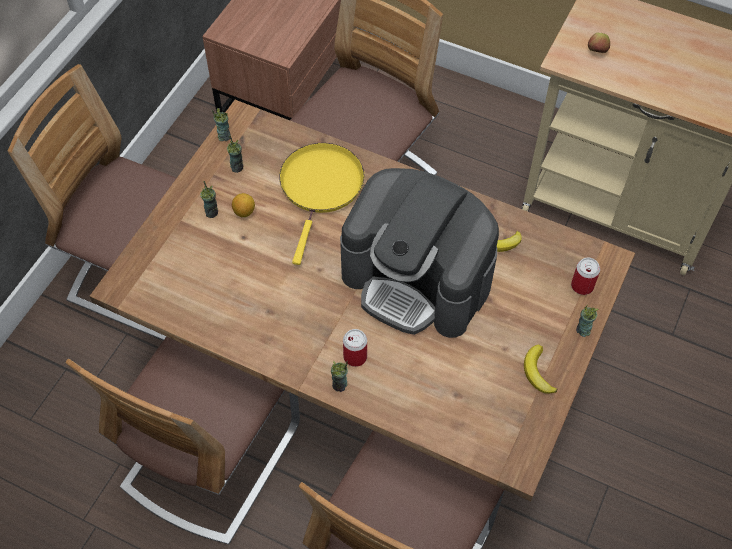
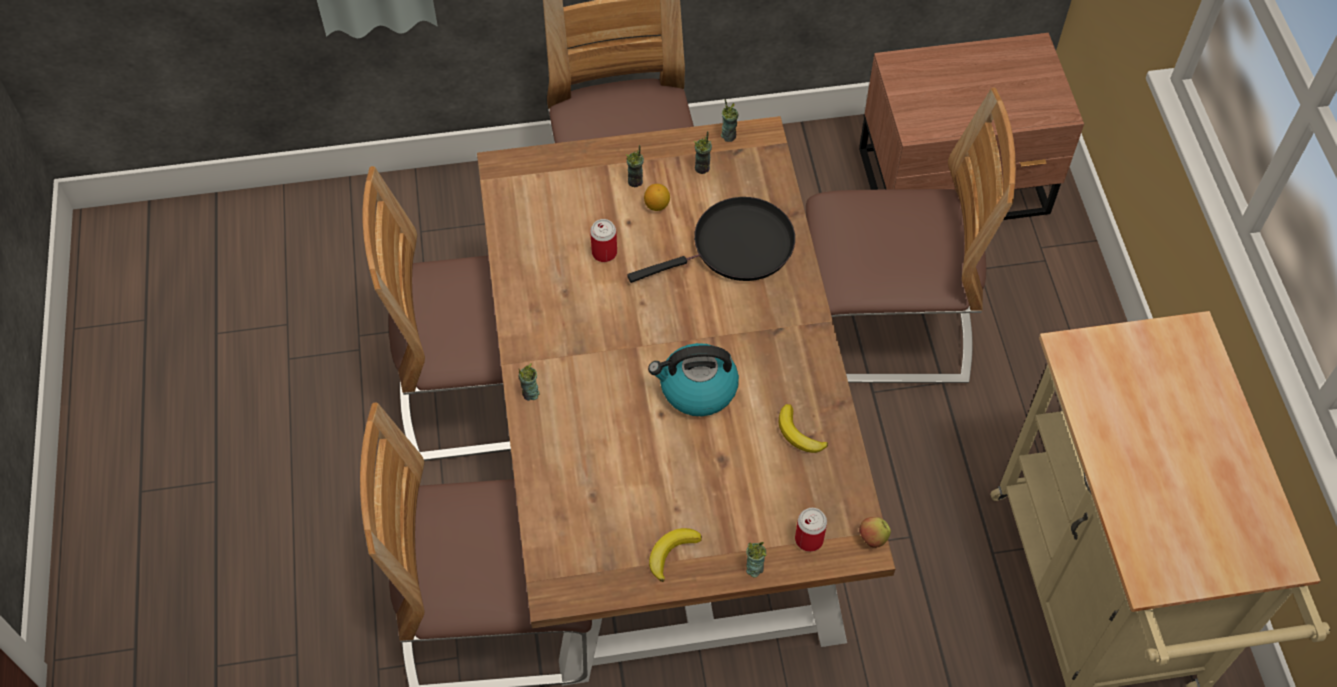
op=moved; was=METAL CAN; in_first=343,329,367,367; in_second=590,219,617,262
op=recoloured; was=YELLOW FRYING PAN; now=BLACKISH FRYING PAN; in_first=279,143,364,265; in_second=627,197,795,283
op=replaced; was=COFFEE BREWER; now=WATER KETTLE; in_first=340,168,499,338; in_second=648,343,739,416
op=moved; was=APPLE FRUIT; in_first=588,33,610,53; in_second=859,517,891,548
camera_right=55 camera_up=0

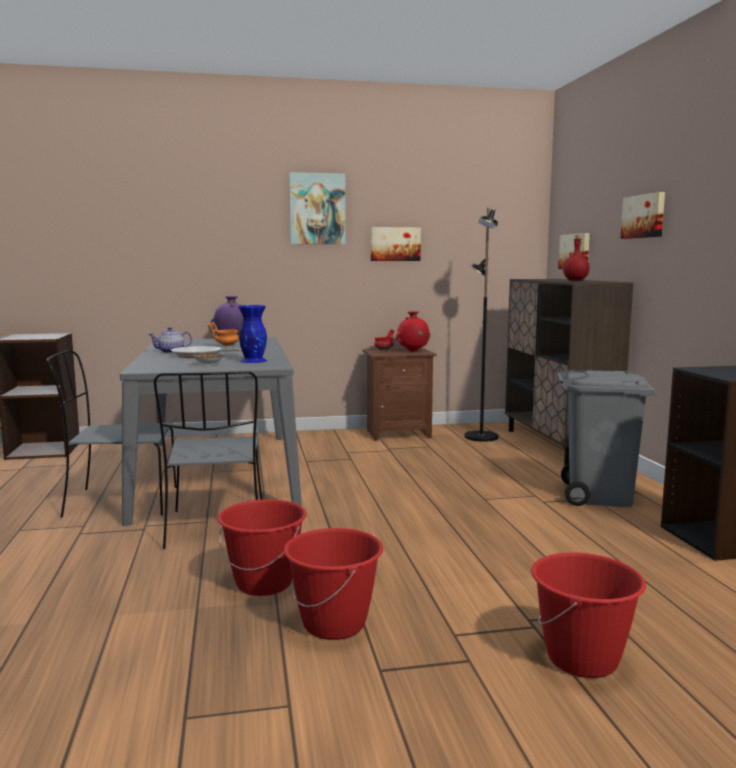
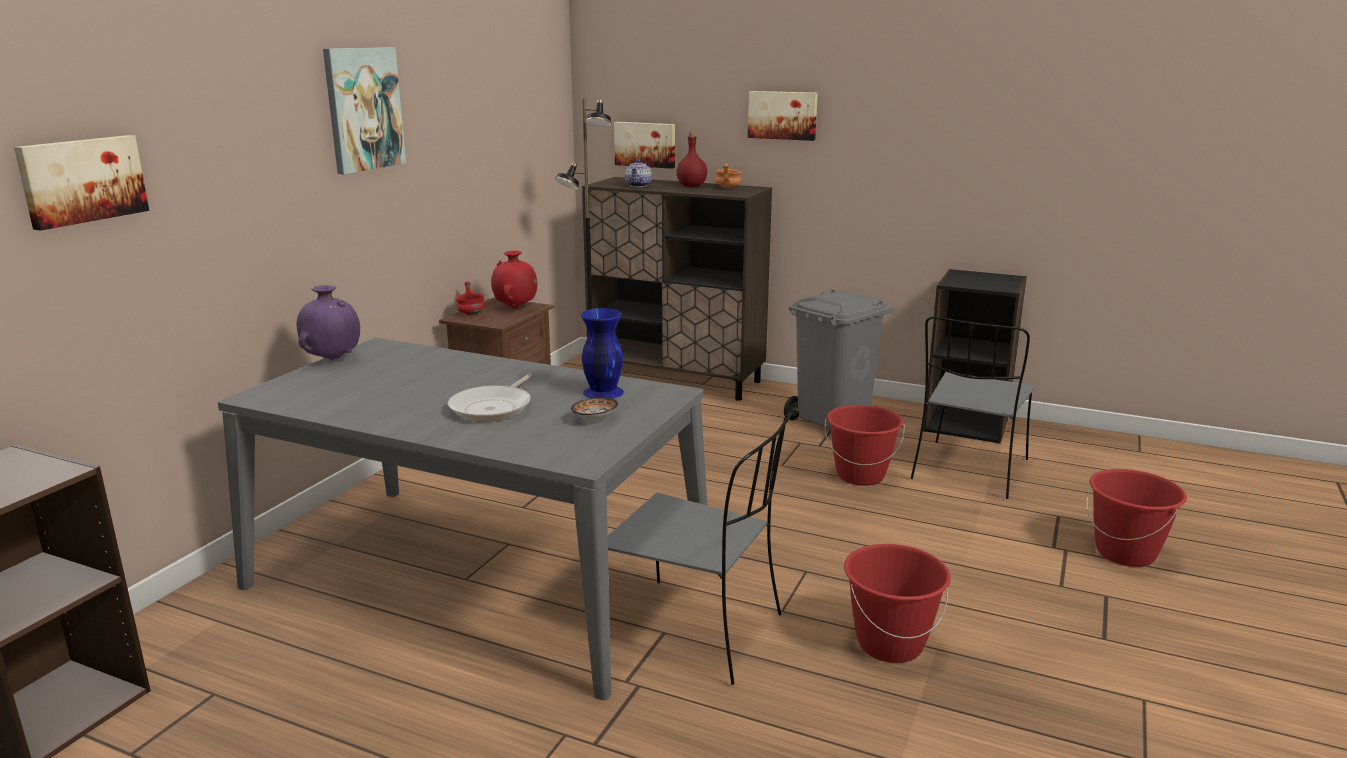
op=moved; was=WALL ART; in_first=371,227,421,261; in_second=14,135,149,231
op=moved; was=TEAPOT; in_first=148,327,192,353; in_second=625,159,652,187
op=moved; was=ORANGE SERVING BOWL; in_first=207,323,239,346; in_second=715,163,742,189
op=moved; was=REDDISH PAIL; in_first=284,528,383,640; in_second=825,405,905,486
op=moved; was=GREY PLAIN CHAIR; in_first=46,350,177,518; in_second=910,316,1035,499
camera_right=-55 camera_up=10

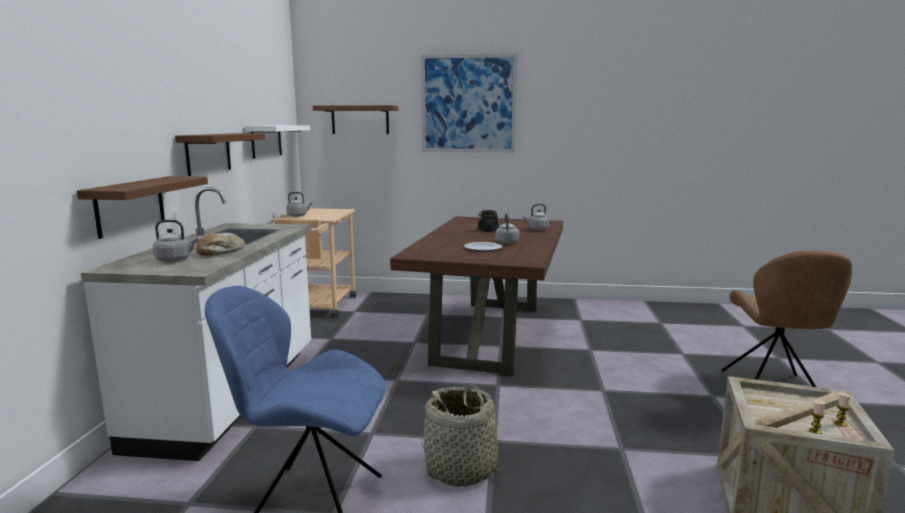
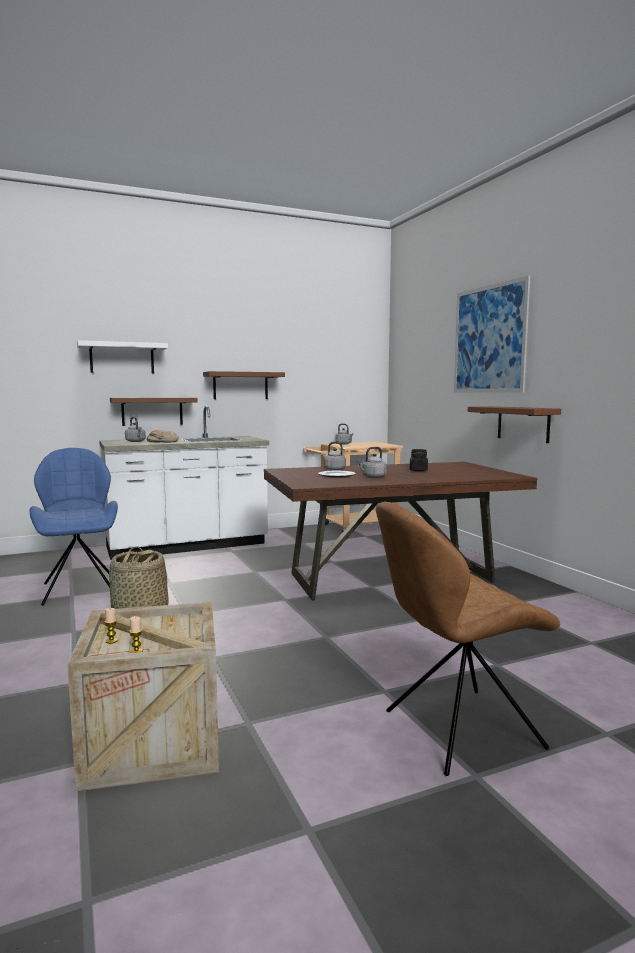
op=moved; was=WHITE-COLOURED SHELF; in_first=245,125,310,159; in_second=77,340,168,373
op=moved; was=GREY WATER KETTLE; in_first=523,204,549,230; in_second=322,442,346,470
op=moved; was=BROWNISH SHELF; in_first=313,105,399,134; in_second=468,406,561,443
camera_right=60 camera_up=-5

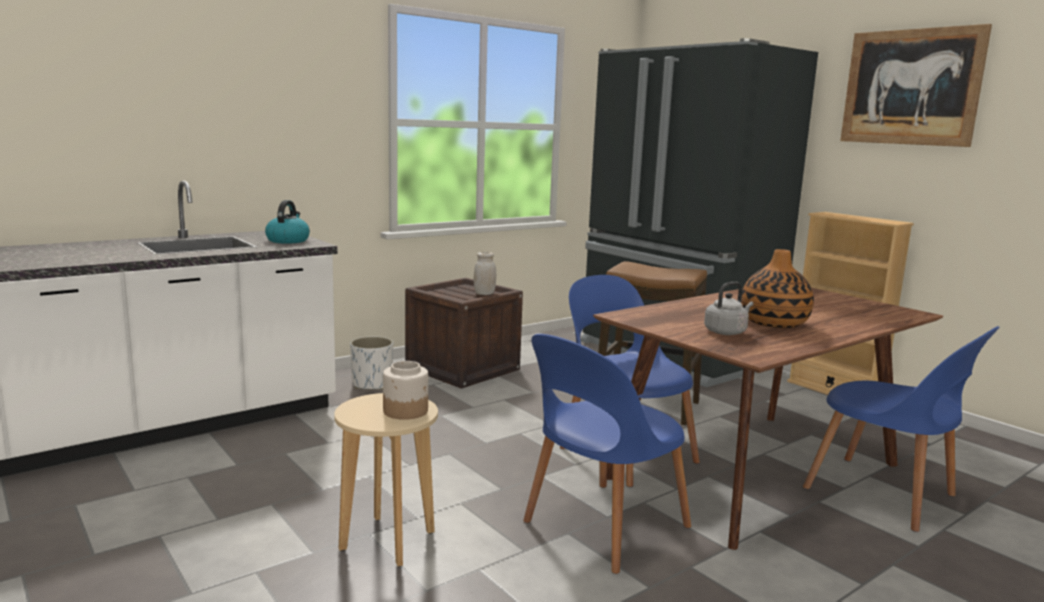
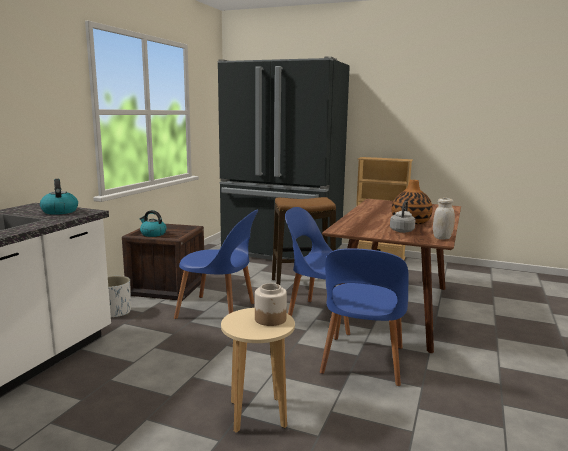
op=added; now=WATER KETTLE; in_second=140,210,167,237
op=moved; was=BLUISH PLAIN CHAIR; in_first=803,326,1000,532; in_second=174,210,258,319
op=moved; was=WHITE-COLOURED STORAGE JAR; in_first=474,252,496,295; in_second=433,198,455,240
op=removed; was=WALL ART; in_first=840,24,992,147
camera_right=-30 camera_up=0

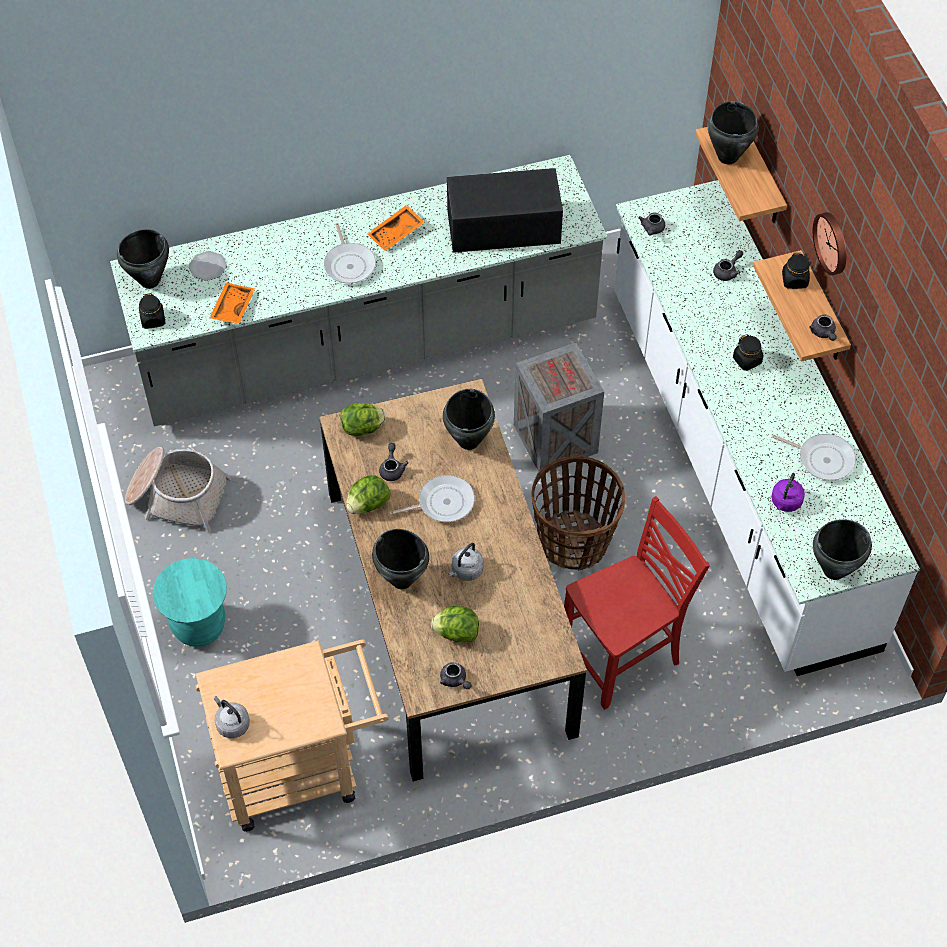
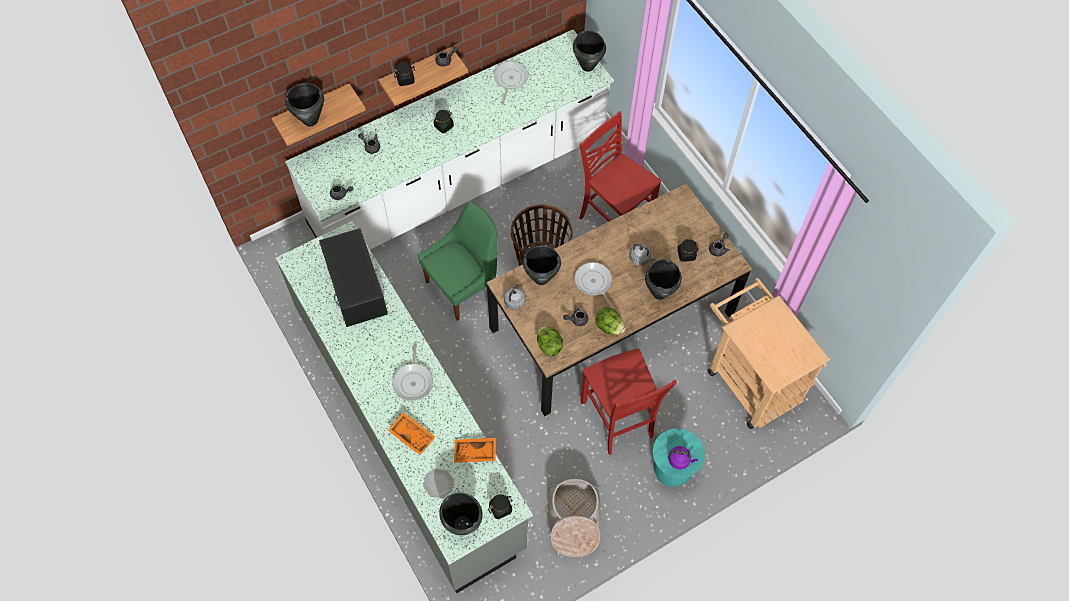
op=moved; was=ORANGE SERVING TRAY; in_first=367,205,425,251; in_second=388,412,435,455
op=turned; was=FRYING PAN; in_first=324,223,376,283; in_second=393,344,433,401; clockwise=120
op=replaced; was=PACKING CRATE; now=GREEN-COLOURED PLAIN CHAIR; in_first=514,342,604,472; in_second=418,202,498,321
op=moved; was=GREY WATER KETTLE; in_first=214,696,250,738; in_second=504,284,526,310
op=added; now=REDDISH PLAIN CHAIR; in_second=580,348,677,455
op=moved; was=PURPLE-COLOURED WATER KETTLE; in_first=771,473,805,512; in_second=668,446,698,469
op=replaced; was=LETTUCE; now=BLACKISH STORAGE JAR; in_first=431,606,479,642; in_second=677,239,699,262
op=removed; was=CLOCK ON THE WALL; in_first=813,212,846,275
camera_right=-105 camera_up=5

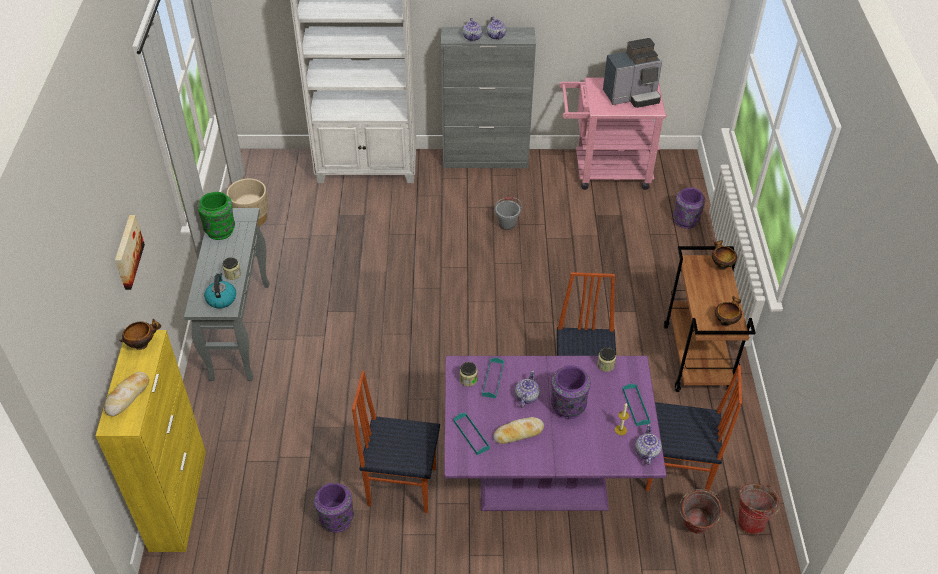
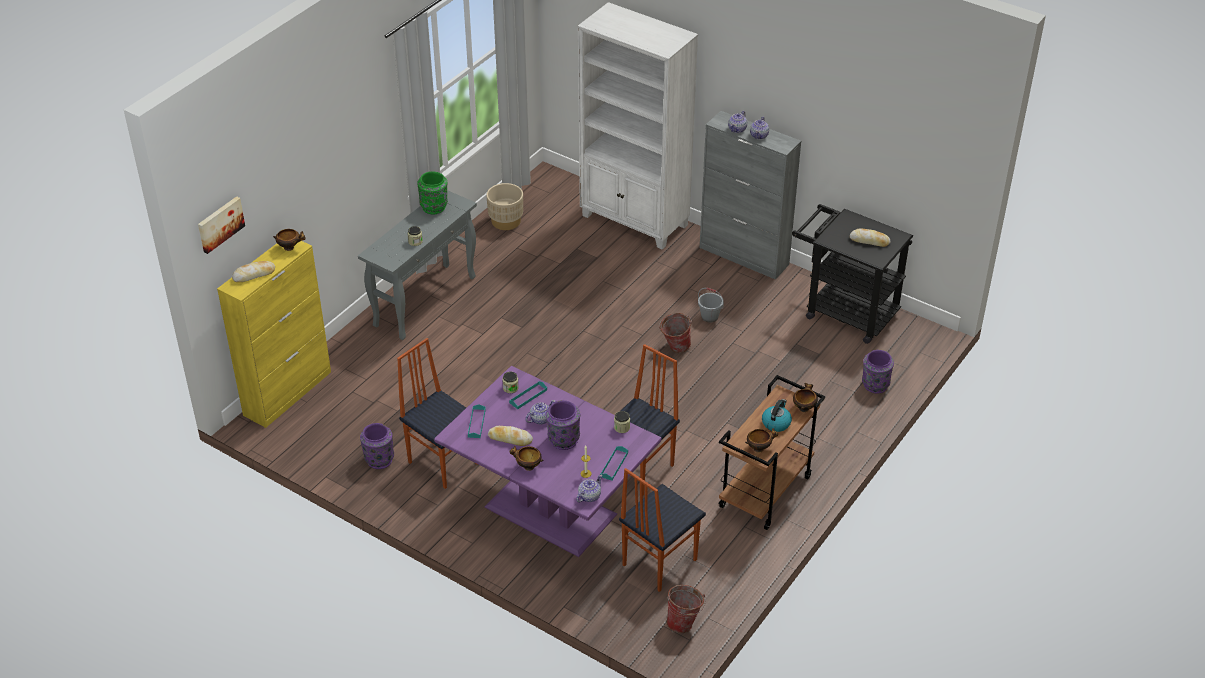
op=moved; was=WALL ART; in_first=115,215,145,290; in_second=198,196,245,254
op=added; now=SERVING BOWL; in_second=509,446,544,471
op=turned; was=PLAIN CHAIR; in_first=646,365,742,492; in_second=619,468,706,592; clockwise=90
op=moved; was=PAIL; in_first=679,489,722,534; in_second=659,313,692,353
op=moved; was=WATER KETTLE; in_first=204,273,236,308; in_second=762,399,792,432
op=recoloured; was=PINK-COLOURED CART; now=BLACKISH CART; in_first=559,77,667,190; in_second=792,204,913,344
op=replaced; was=COFFEE BREWER; now=BREAD; in_first=603,38,662,108; in_second=850,228,891,247
camera_right=35 camera_up=-5

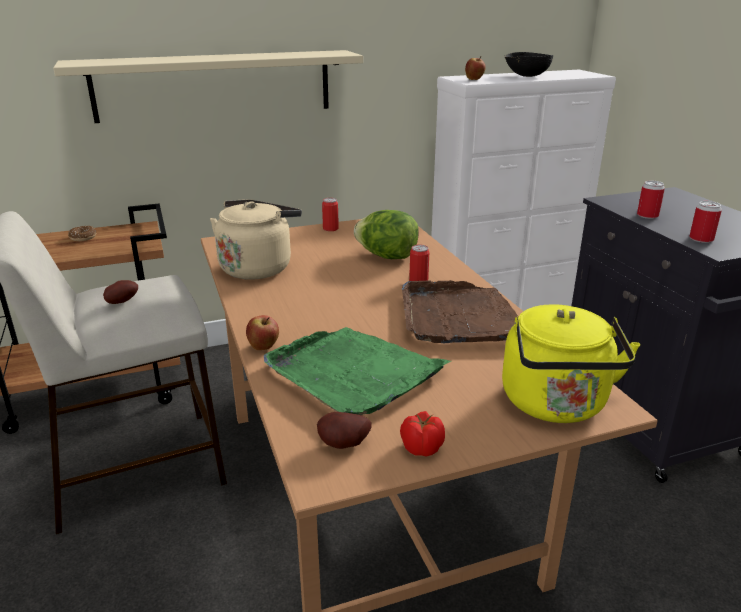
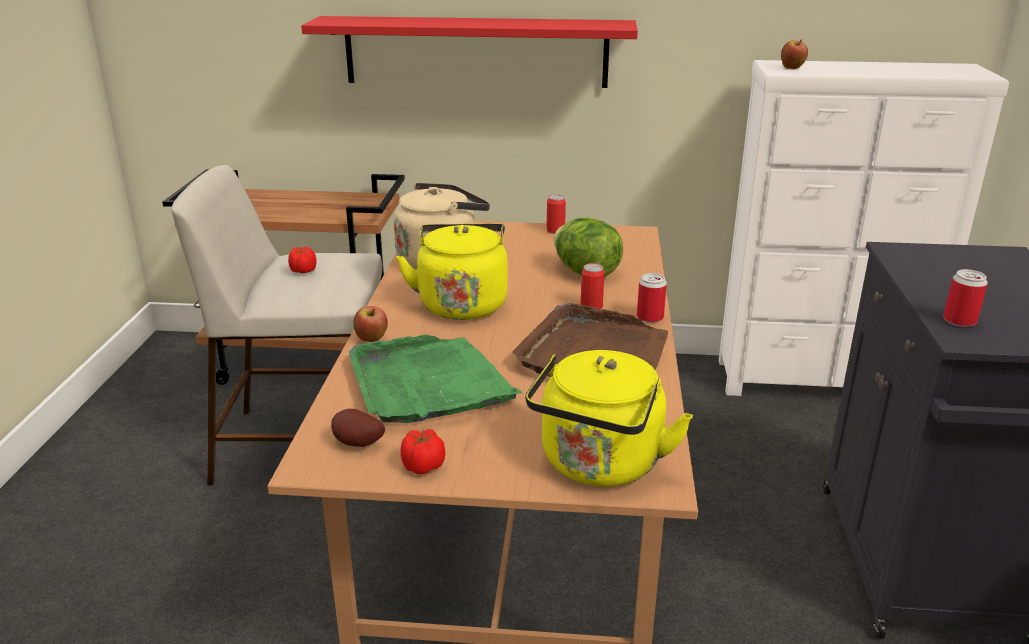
op=replaced; was=POTATO; now=WHOLE TOMATO; in_first=103,280,138,304; in_second=288,247,316,273
op=recoloured; was=BEIGE SHELF; now=REDDISH SHELF; in_first=53,50,363,123; in_second=301,16,638,88
op=added; now=YELLOW WATER KETTLE; in_second=396,224,508,320
op=moved; was=METAL CAN; in_first=637,180,665,219; in_second=637,273,667,323
op=removed; was=RING DOUGHNUT; in_first=68,226,97,241
op=removed; was=BLACKISH SERVING BOWL; in_first=505,52,553,77
camera_right=25 camera_up=0

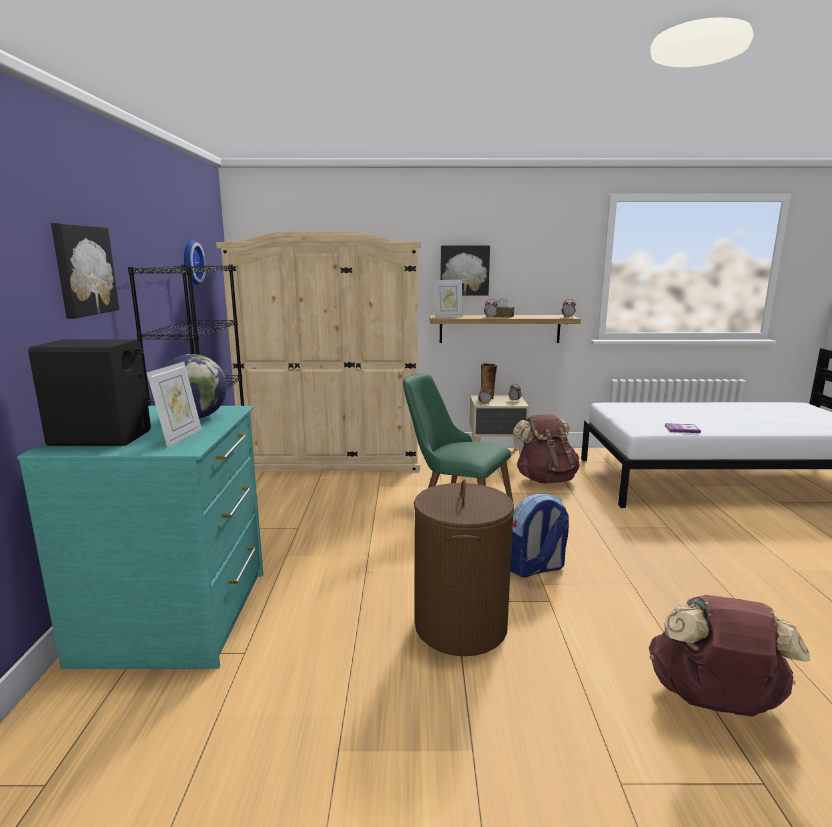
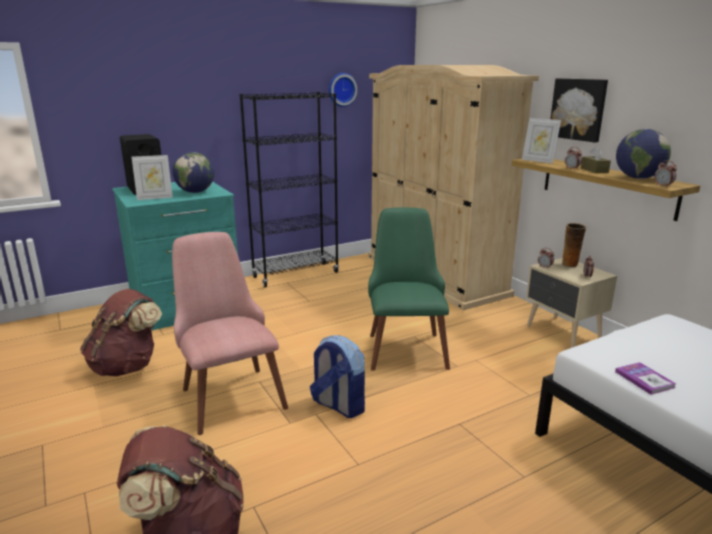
op=moved; was=BROWNISH KNAPSACK; in_first=513,414,580,483; in_second=80,289,162,376
op=replaced; was=BROWNISH LAUNDRY BASKET; now=PINK-COLOURED PLAIN CHAIR; in_first=414,479,514,656; in_second=172,232,288,435
op=added; now=GLOBE; in_second=616,129,671,179
op=removed; was=WALL ART; in_first=51,223,119,318
camera_right=60 camera_up=5

